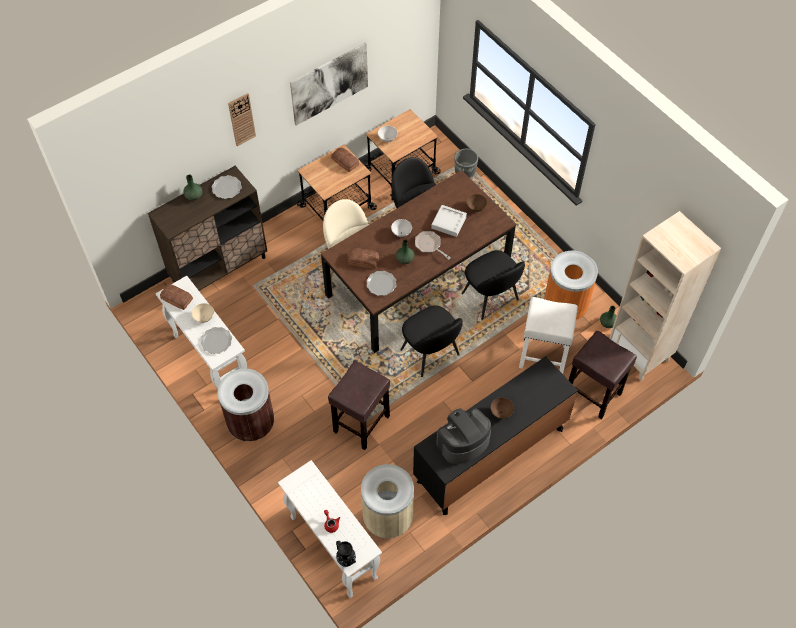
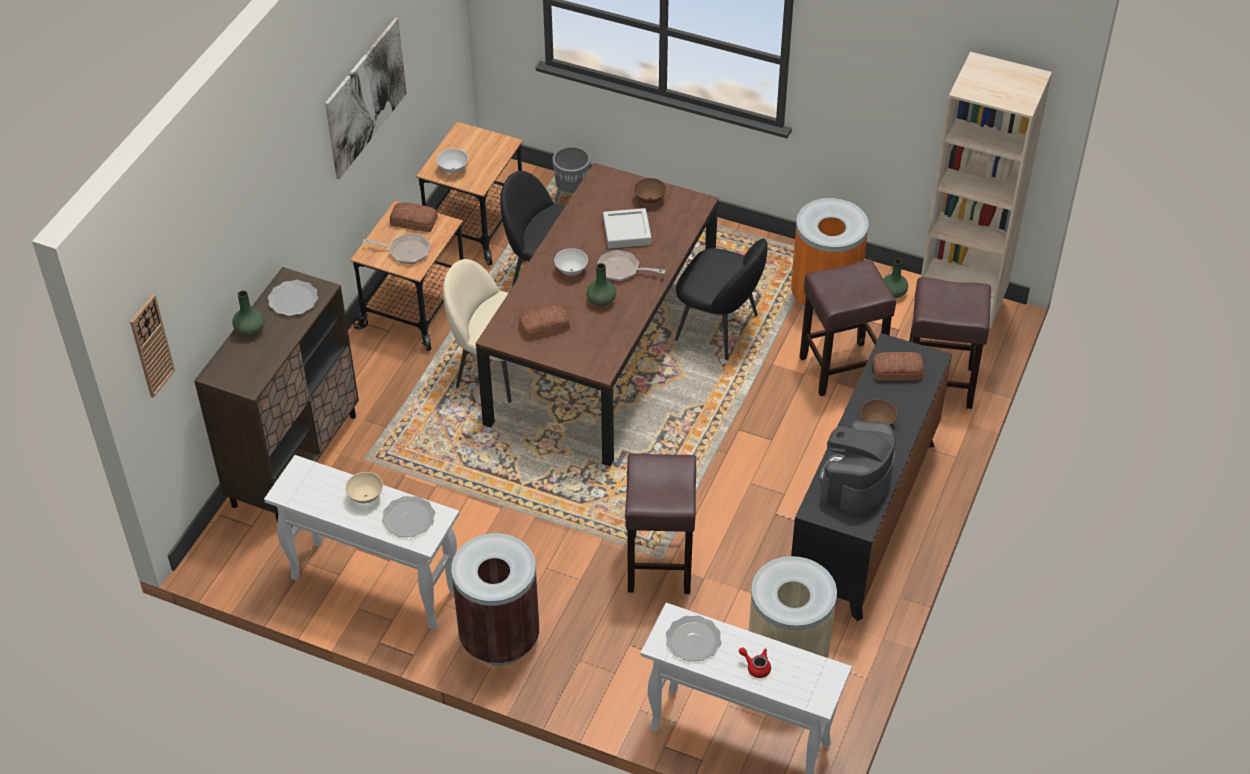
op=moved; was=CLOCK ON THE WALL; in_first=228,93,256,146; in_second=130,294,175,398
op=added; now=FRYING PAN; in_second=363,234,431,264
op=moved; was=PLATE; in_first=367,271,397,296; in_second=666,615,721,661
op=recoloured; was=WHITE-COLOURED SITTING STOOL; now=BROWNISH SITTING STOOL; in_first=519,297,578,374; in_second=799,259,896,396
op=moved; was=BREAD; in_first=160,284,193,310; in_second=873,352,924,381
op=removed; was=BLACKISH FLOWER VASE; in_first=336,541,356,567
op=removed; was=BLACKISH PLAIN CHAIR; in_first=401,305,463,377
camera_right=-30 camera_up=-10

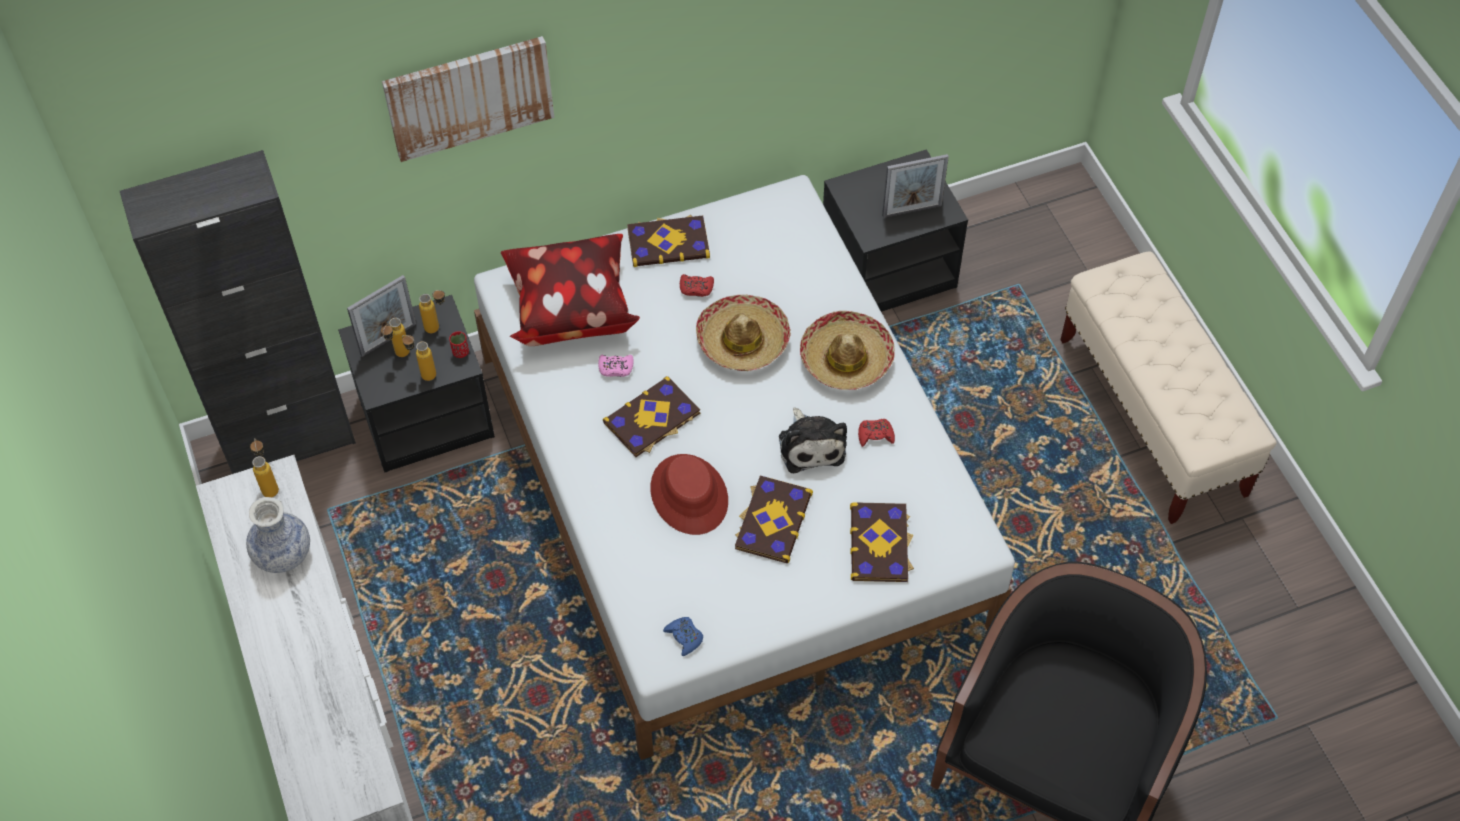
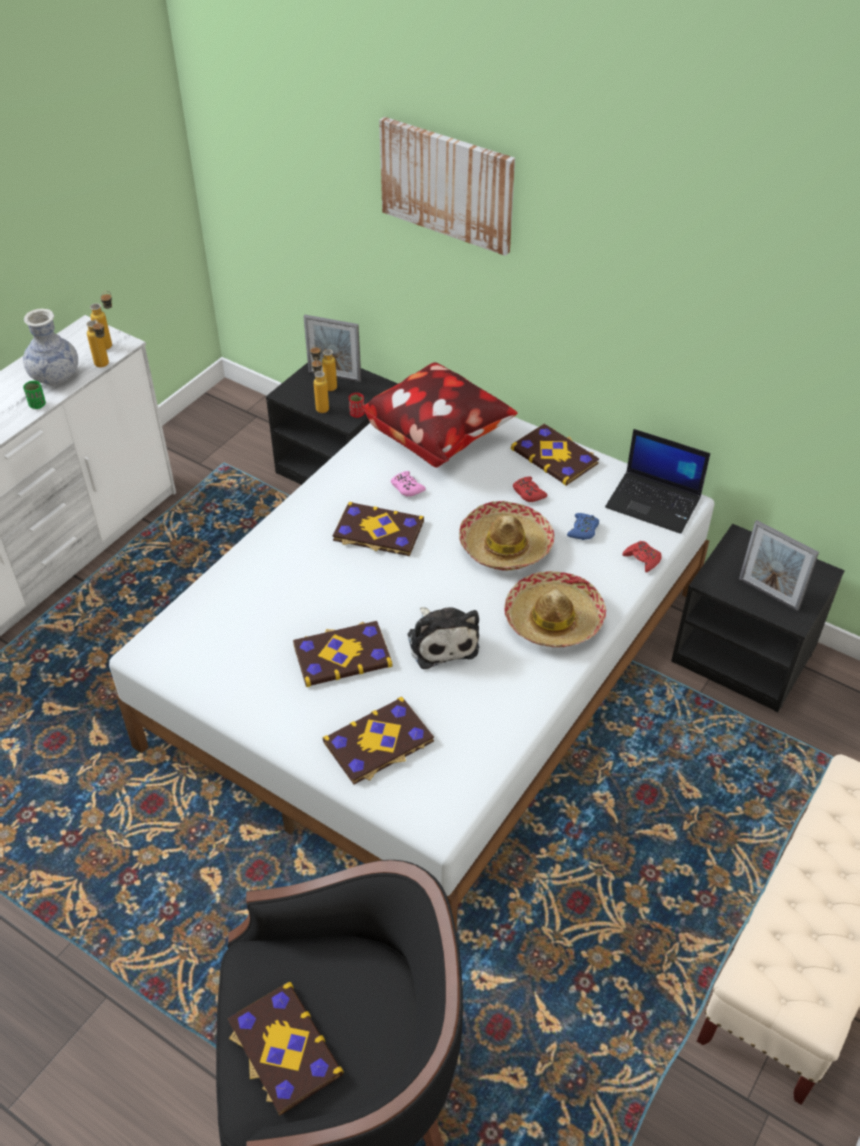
op=added; now=GREEN-COLOURED DRINKING CUP; in_second=23,381,46,409
op=moved; was=BOTTLE; in_first=419,290,445,333; in_second=86,320,109,368
op=added; now=VOLUME; in_second=228,982,344,1116
op=turned; was=CUDDLY TOY; in_first=779,407,847,473; in_second=407,607,479,669; clockwise=-60
op=moved; was=BLUISH GAMEPAD; in_first=663,617,703,656; in_second=567,513,599,540
op=added; now=PORTABLE COMPUTER; in_second=605,429,710,534
op=moved; was=REDDISH GAMEPAD; in_first=858,419,895,447; in_second=623,541,662,572
op=removed; was=BLACKISH CABINET; in_first=120,150,356,474
op=removed; was=REDDISH HAT; in_first=650,454,728,535
camera_right=55 camera_up=-10

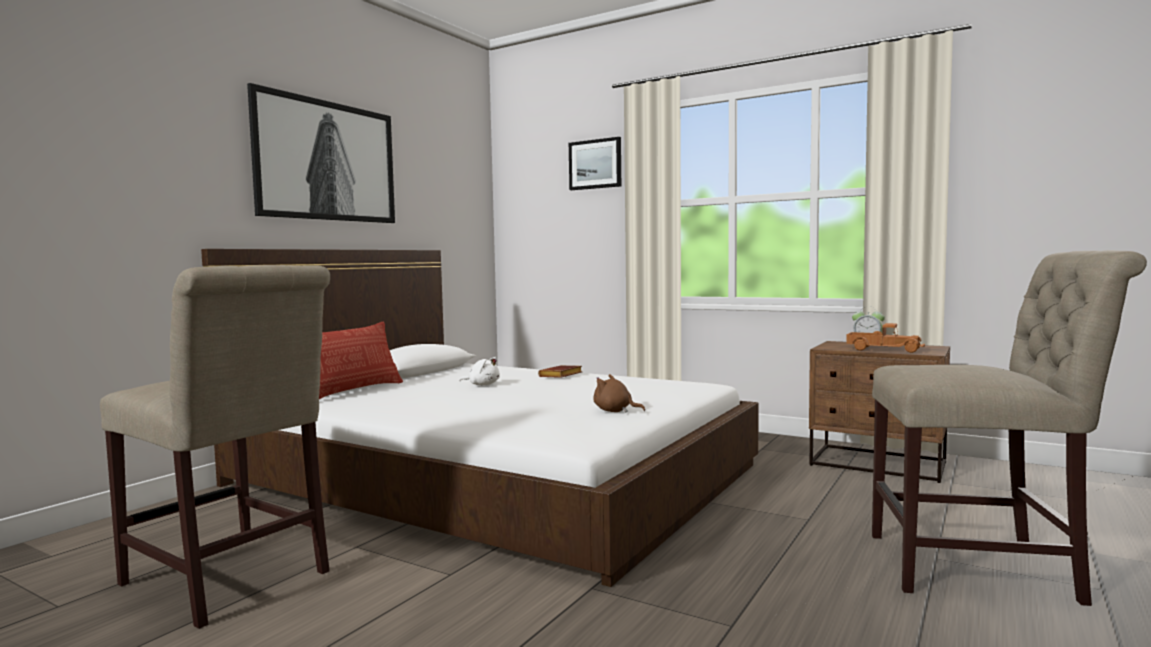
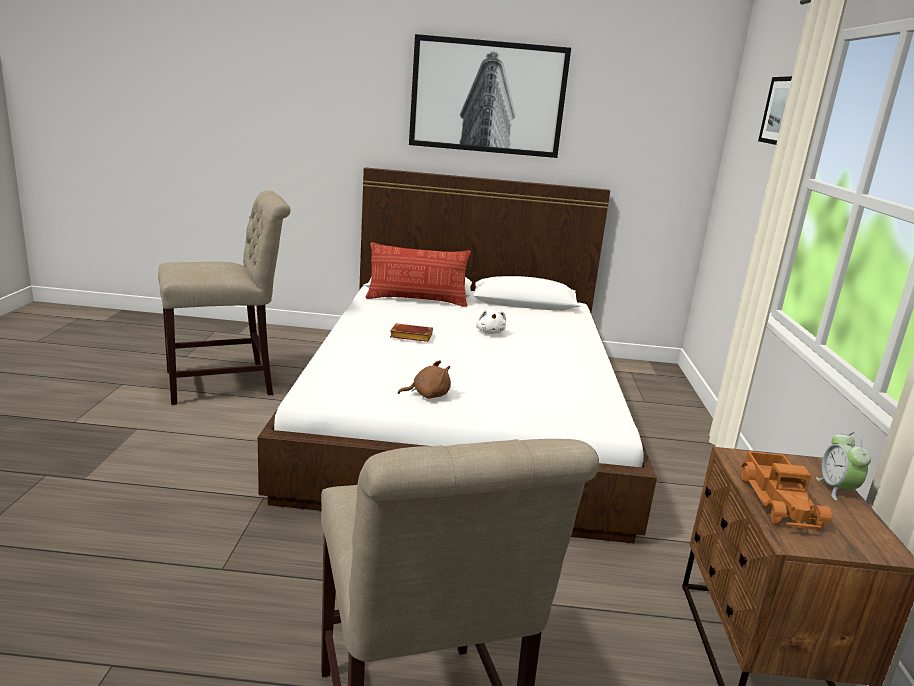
op=turned; was=BEIGE PLAIN CHAIR; in_first=100,265,330,629; in_second=158,190,291,405; clockwise=-120
op=moved; was=BROWNISH VOLUME; in_first=538,365,582,378; in_second=390,323,433,342
op=turned; was=BROWNISH CUDDLY TOY; in_first=593,374,645,412; in_second=398,360,451,399; clockwise=75
camera_right=60 camera_up=15

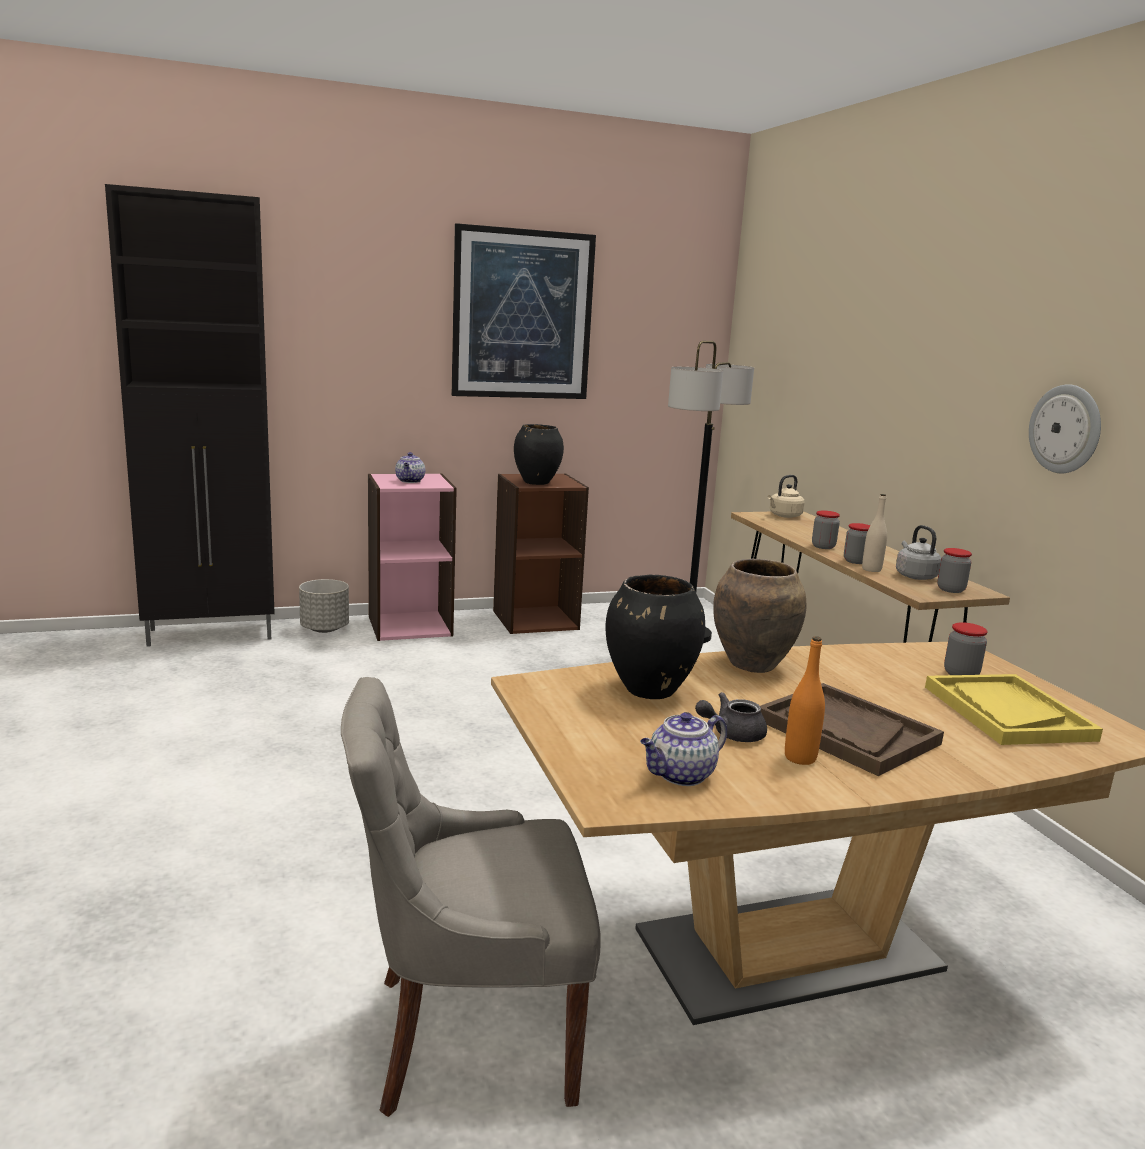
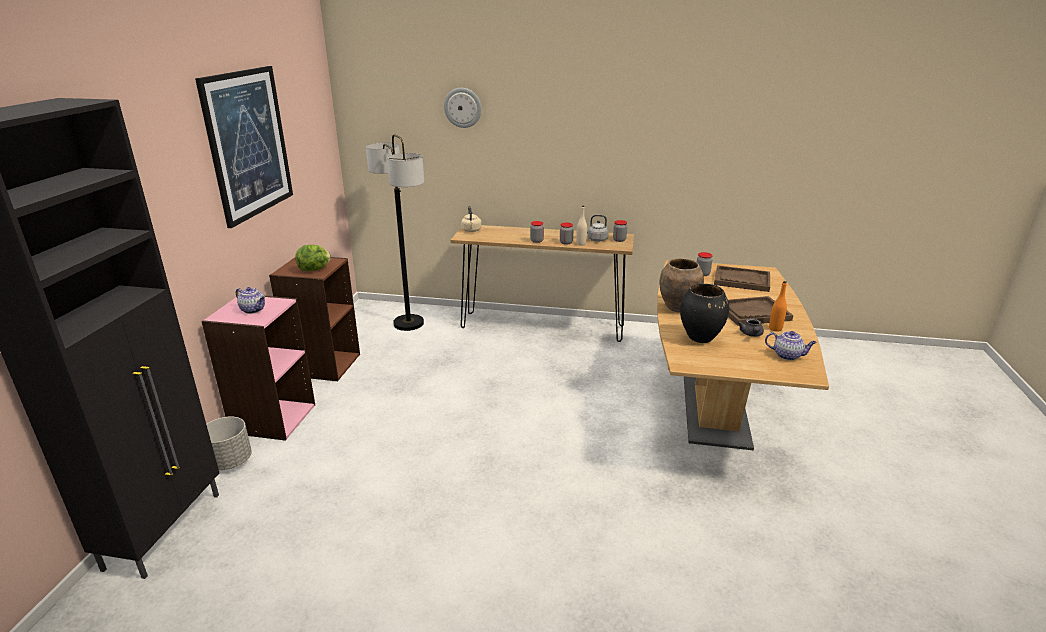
op=replaced; was=BLACKISH FLOWER VASE; now=LETTUCE; in_first=514,424,564,485; in_second=295,245,331,271
op=moved; was=CLOCK ON THE WALL; in_first=1029,384,1101,473; in_second=444,88,482,128
op=recoloured; was=YELLOW SERVING TRAY; now=BROWNISH SERVING TRAY; in_first=925,674,1103,745; in_second=714,265,770,292
op=turned; was=TEAPOT; in_first=640,712,727,786; in_second=765,331,817,360; clockwise=-60
op=removed; was=GREY PLAIN CHAIR; in_first=341,677,600,1117
camera_right=-60 camera_up=10

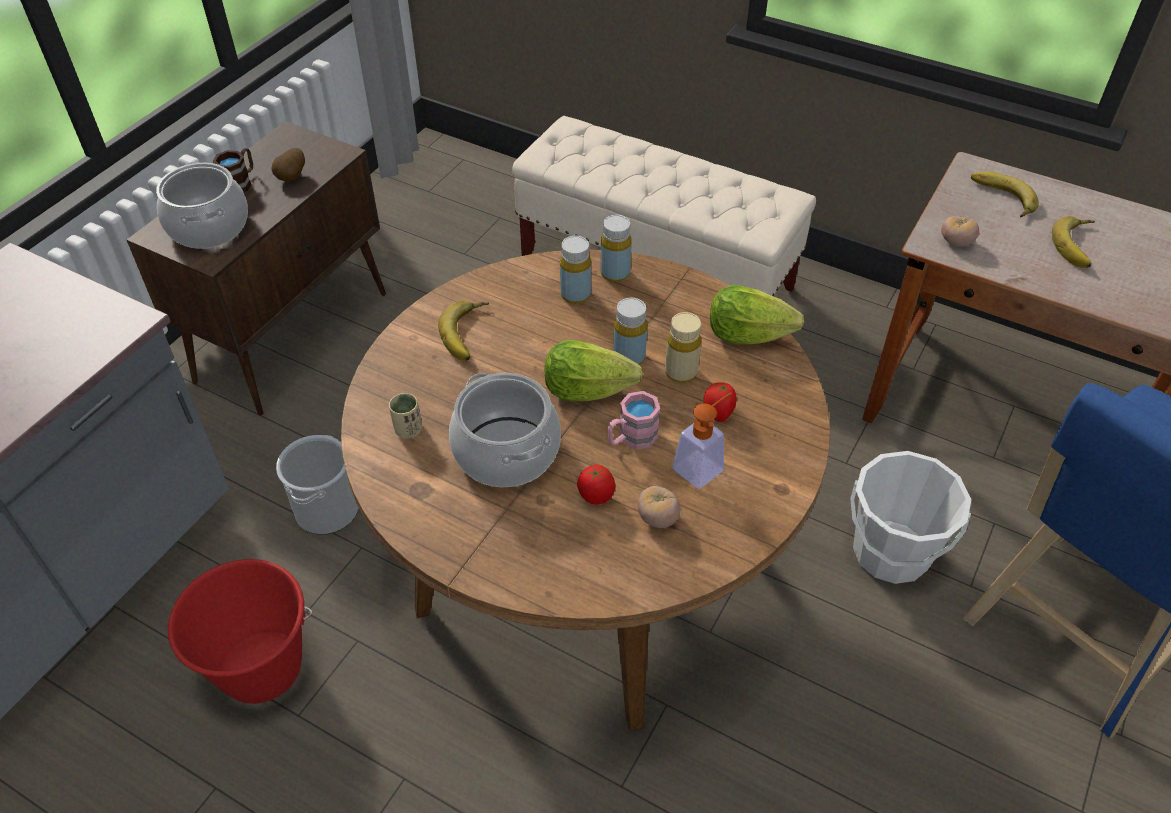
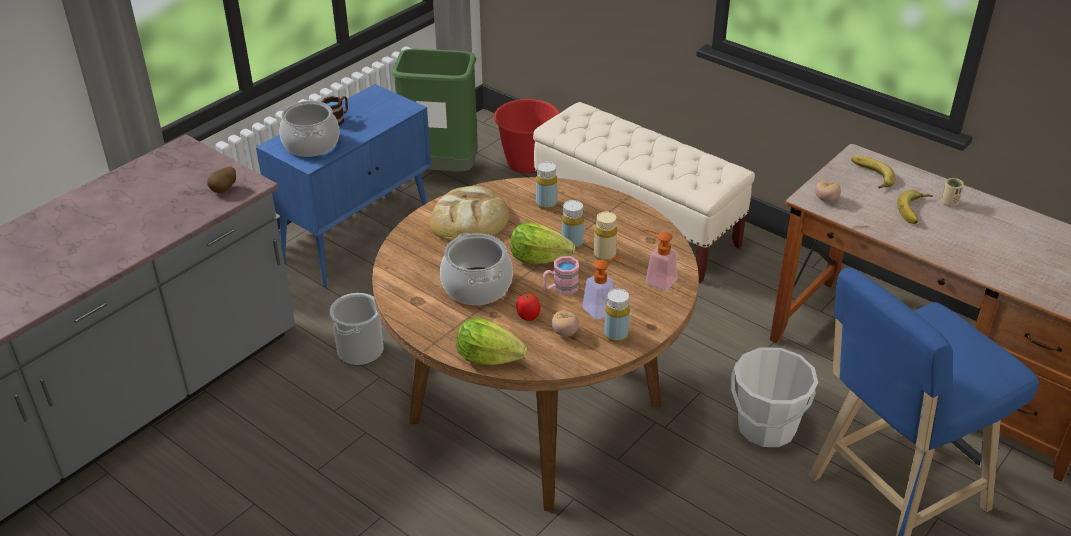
op=moved; was=POTATO; in_first=271,148,305,182; in_second=207,166,236,193
op=recoloured; was=BROWNISH CABINET; now=BLUISH CABINET; in_first=127,121,386,416; in_second=256,84,431,287
op=added; now=GREEN-COLOURED RUBBISH BIN; in_second=392,49,478,171
op=replaced; was=BANANA FRUIT; now=BREAD; in_first=438,301,489,361; in_second=429,186,509,241
op=moved; was=LETTUCE; in_first=710,285,804,344; in_second=456,317,527,365
op=moved; was=REDDISH PAIL; in_first=168,559,312,704; in_second=493,99,560,174
op=moved; was=YELLOW BOTTLE; in_first=601,215,632,282; in_second=604,289,630,342
op=added; now=LIQUID SOAP BOTTLE; in_second=643,229,677,291
op=moved; was=BEIGE DRINKING CUP; in_first=389,393,422,439; in_second=941,178,964,207
op=removed; was=WHOLE TOMATO; in_first=704,382,737,422
camera_right=10 camera_up=-10

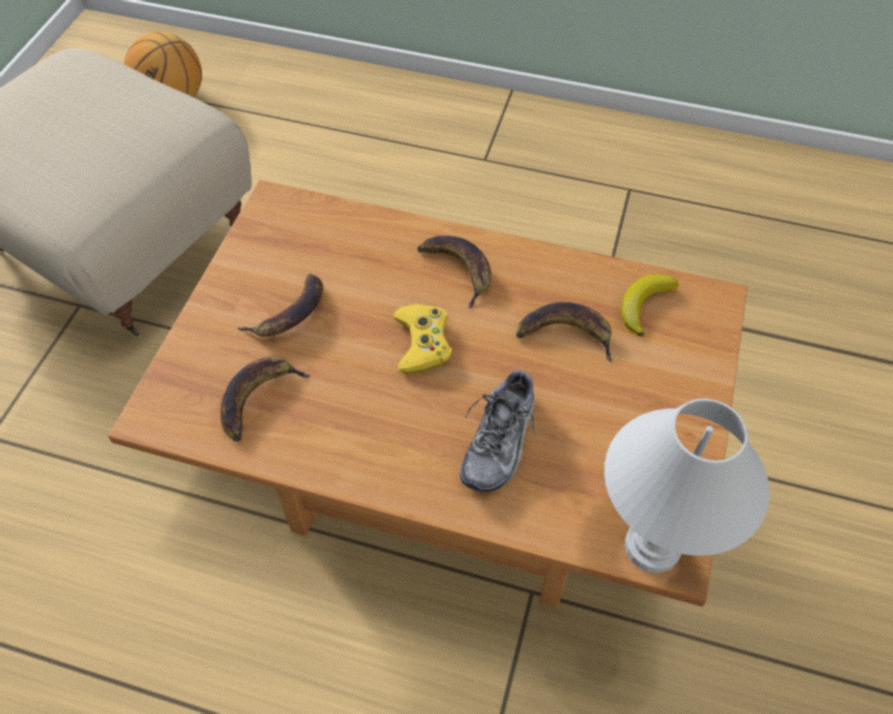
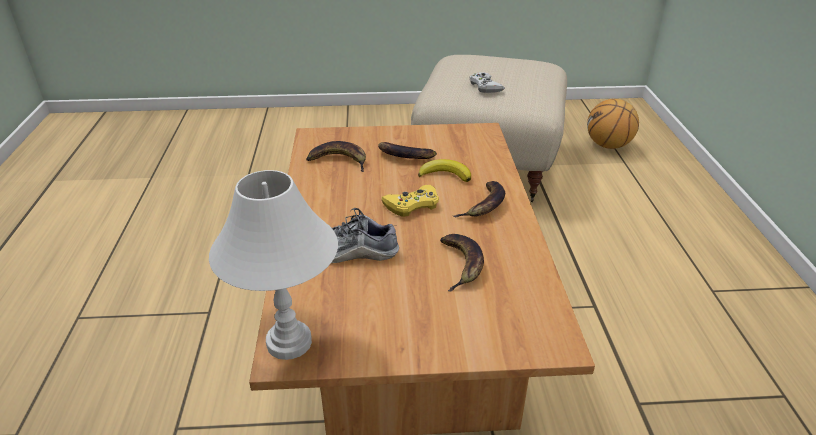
op=moved; was=BANANA FRUIT; in_first=621,274,679,337; in_second=418,159,471,182
op=added; now=WHITE-COLOURED GAMEPAD; in_second=470,72,505,93
camera_right=70 camera_up=-20

